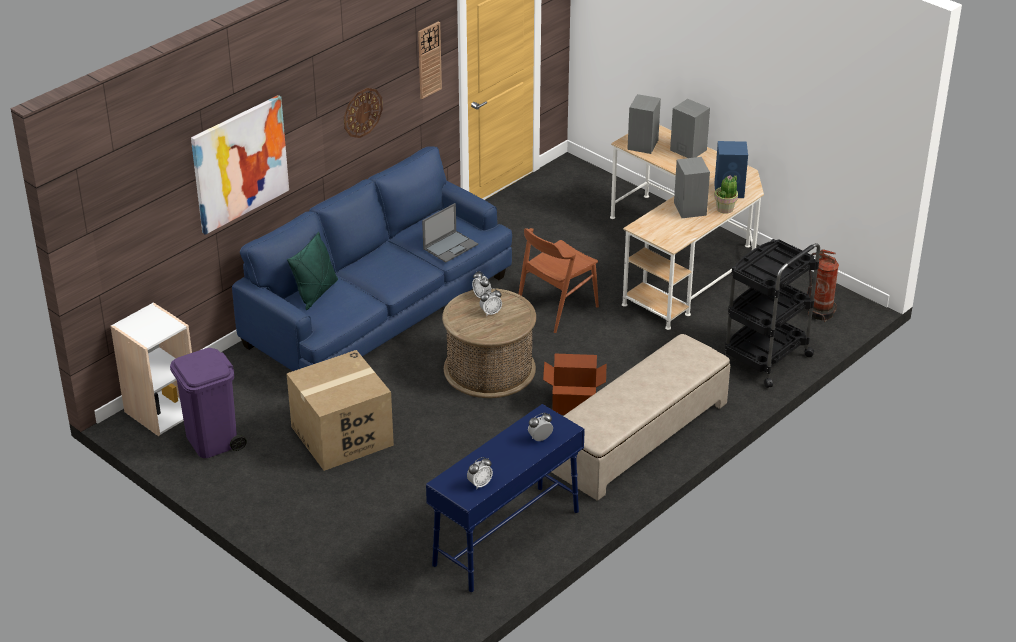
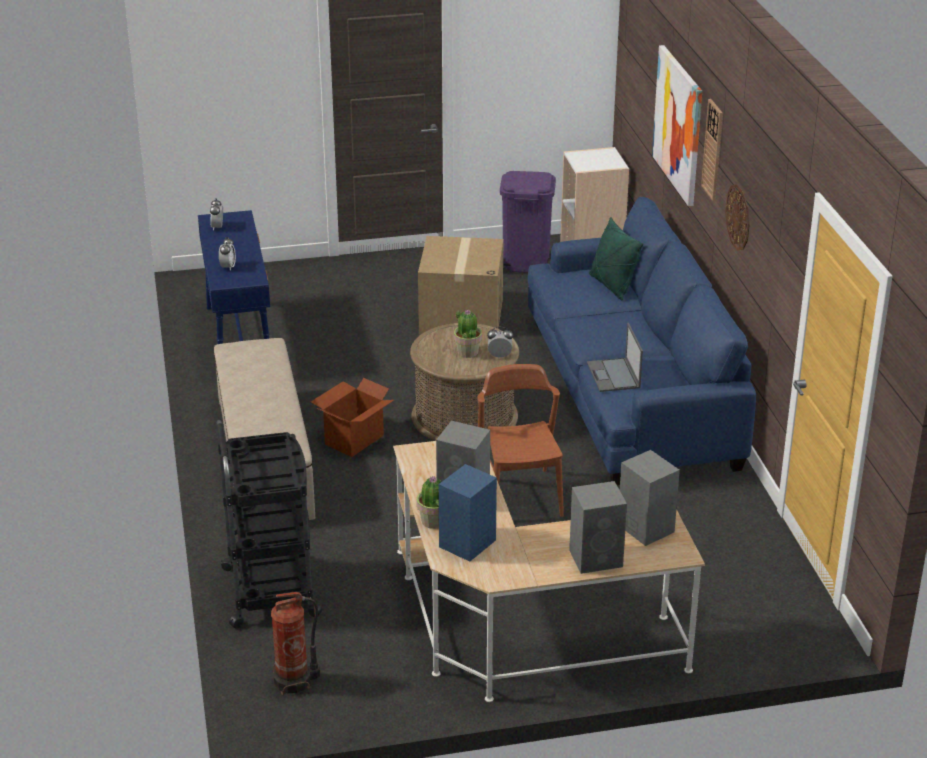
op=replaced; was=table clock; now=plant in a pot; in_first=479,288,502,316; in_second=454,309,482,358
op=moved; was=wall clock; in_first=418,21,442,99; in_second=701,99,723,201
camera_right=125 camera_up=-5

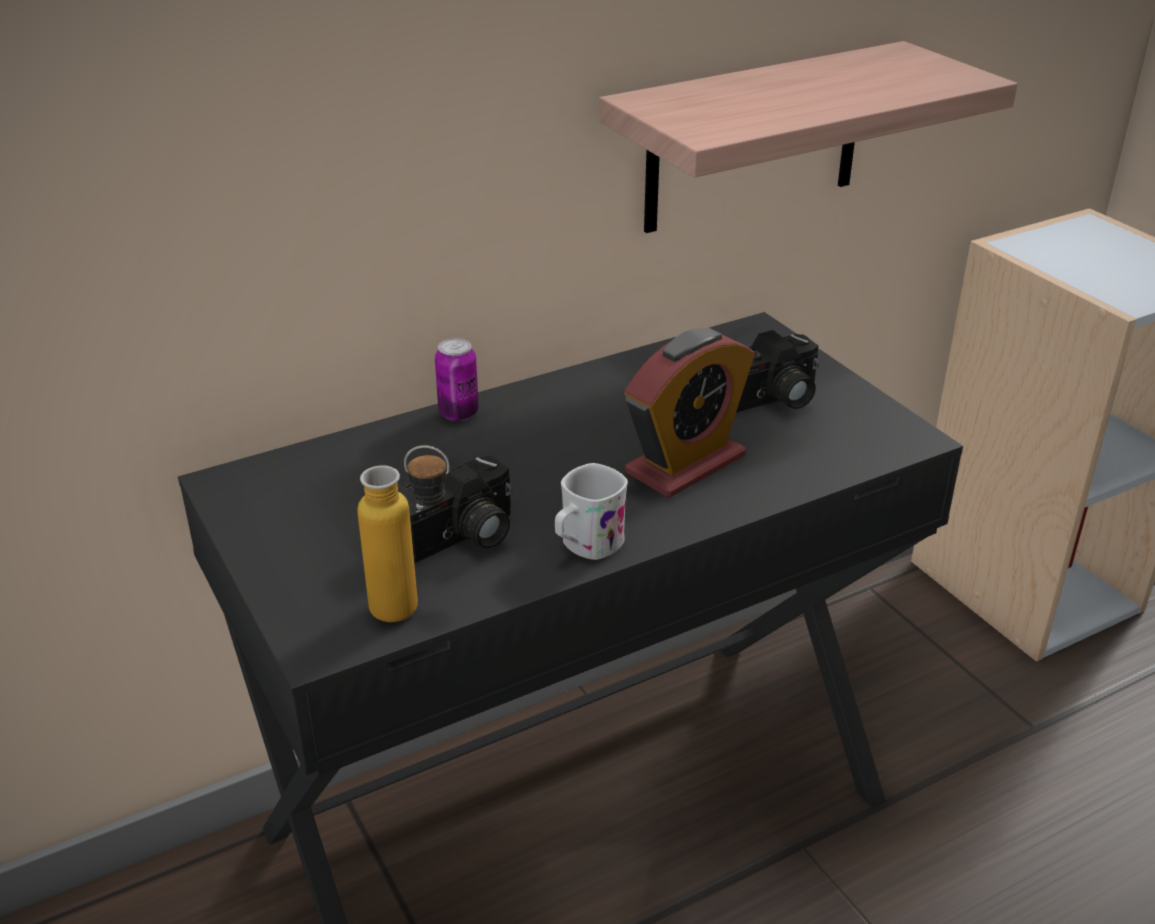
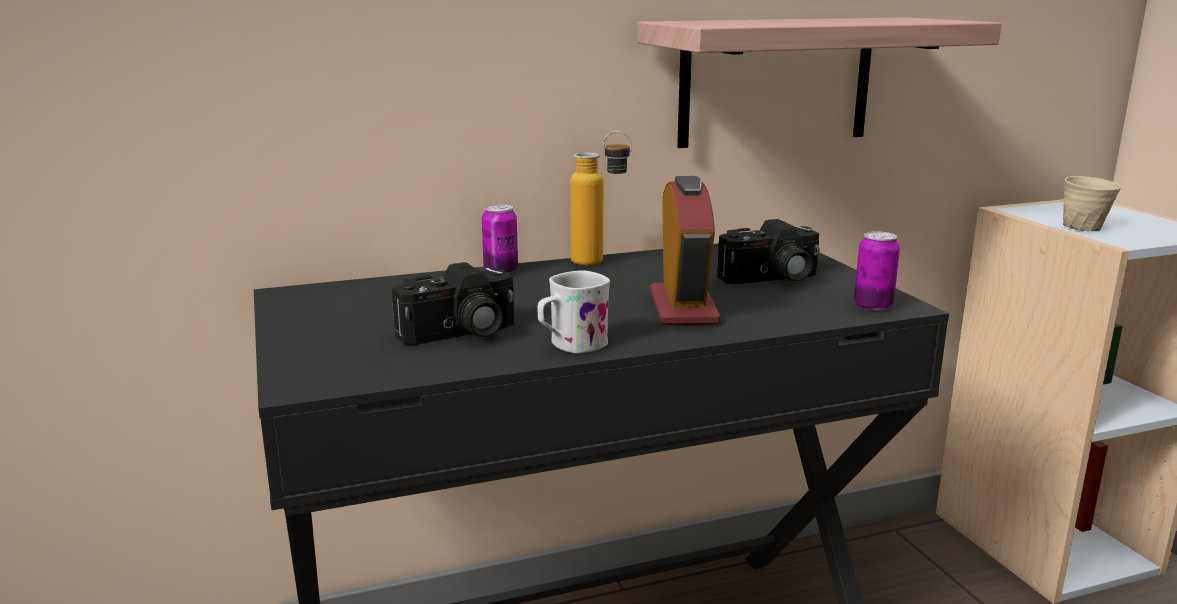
op=moved; was=beverage bottle; in_first=357,445,449,622; in_second=570,131,632,266
op=turned; was=table clock; in_first=624,328,755,498; in_second=650,176,721,325; clockwise=-60
op=added; now=metal can; in_second=854,231,900,311
op=added; now=beige-coloured mug; in_second=1063,176,1121,231
camera_right=10 camera_up=-15

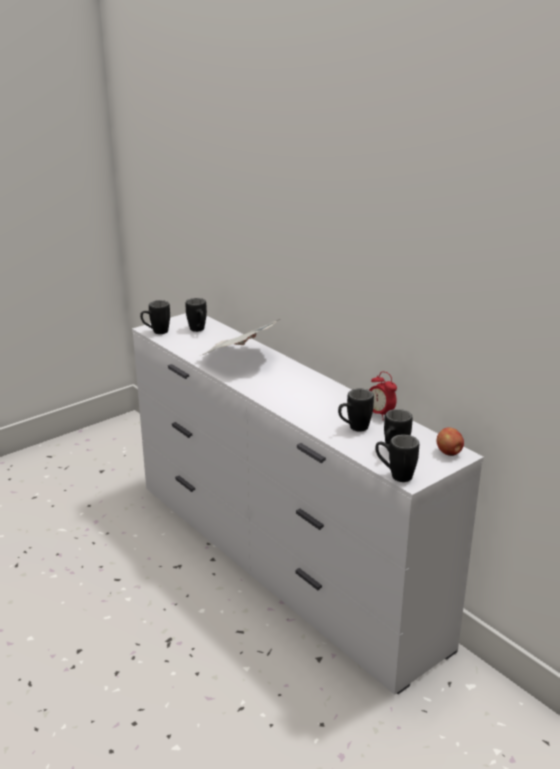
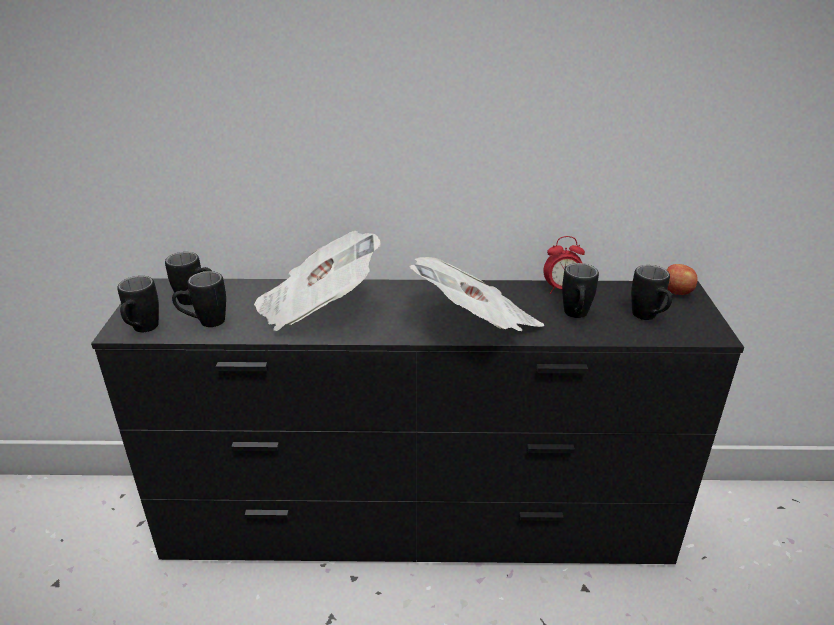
op=recoloured; was=white drawer chest; now=black-coloured drawer chest; in_first=132,313,484,695; in_second=91,278,744,564
op=moved; was=black-coloured mug; in_first=375,434,419,482; in_second=172,271,226,327
op=added; now=daily paper; in_second=409,257,544,331
camera_right=-50 camera_up=5

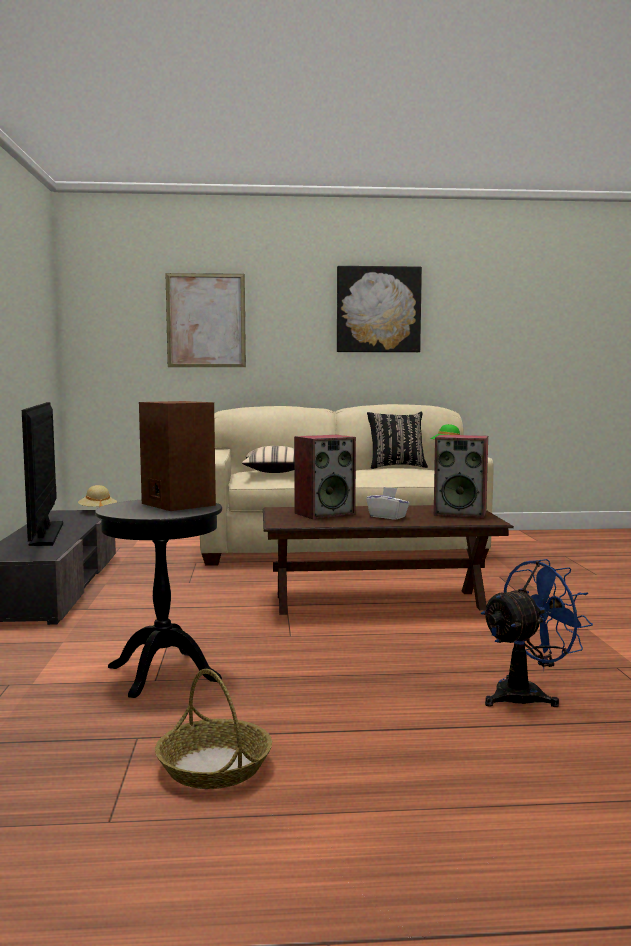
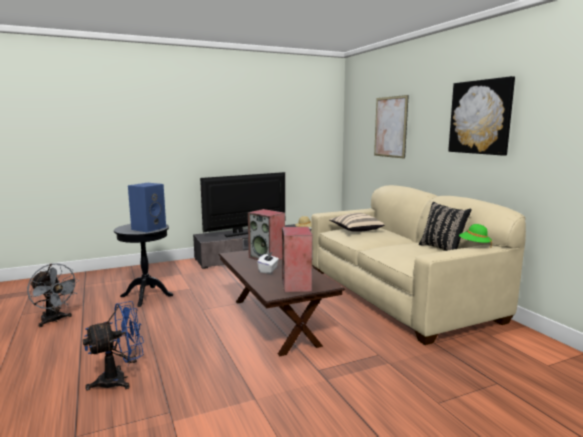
op=replaced; was=storage basket; now=gray electric fan; in_first=155,669,272,789; in_second=27,263,80,327
op=turned; was=blue-coloured electric fan; in_first=481,559,593,707; in_second=83,301,144,390; clockwise=-75
op=recoloured; was=brown-coloured loudspeaker; now=blue-coloured loudspeaker; in_first=139,401,216,511; in_second=128,183,166,232
camera_right=70 camera_up=5

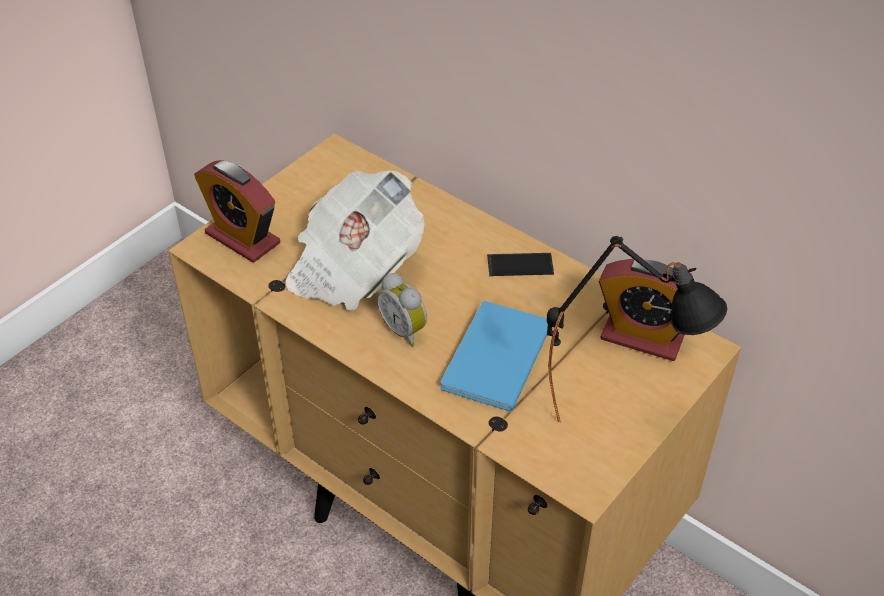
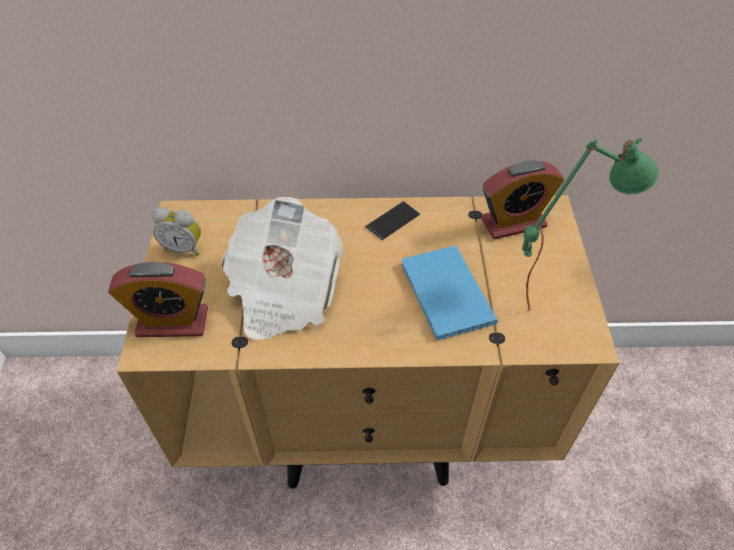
op=moved; was=table clock; in_first=377,273,427,347; in_second=152,207,201,255
op=recoloured; was=black-coloured table lamp; now=green table lamp; in_first=547,236,728,422; in_second=522,138,659,311
camera_right=-40 camera_up=5

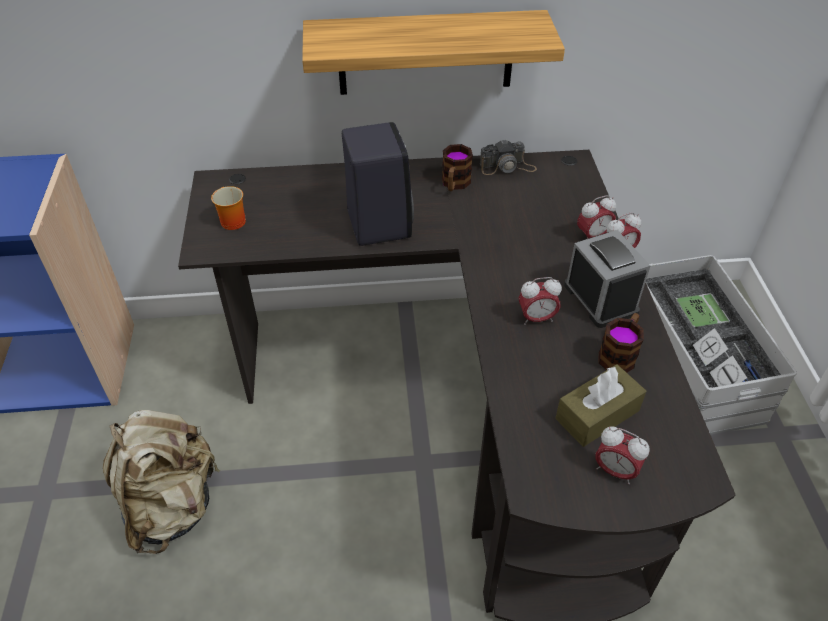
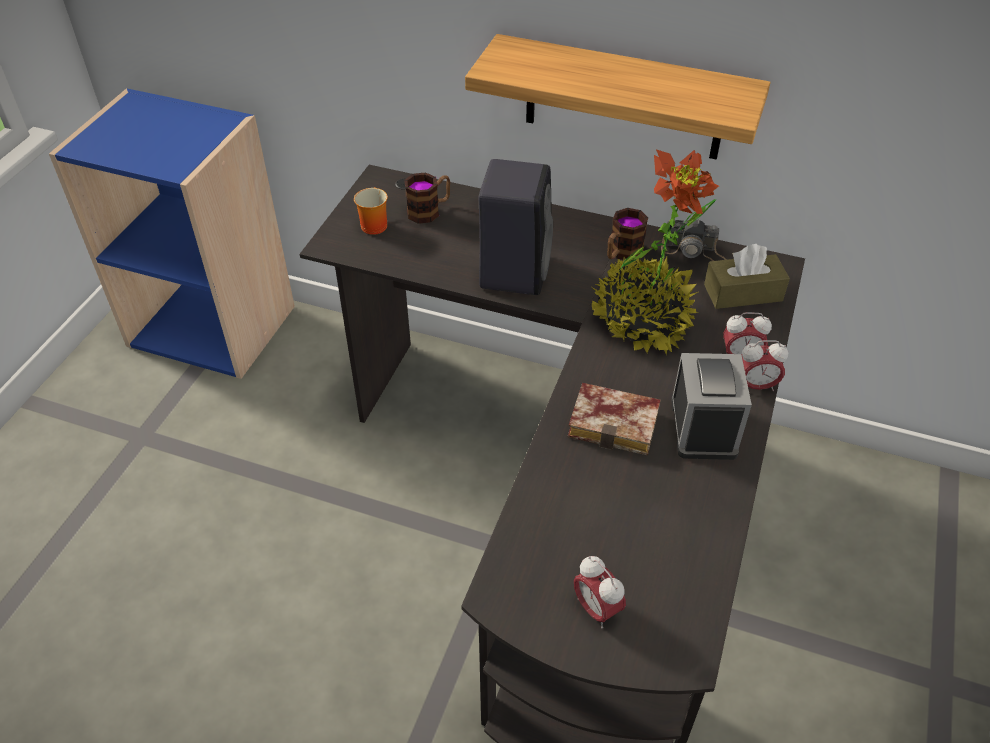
op=moved; was=mug; in_first=598,313,644,373; in_second=404,172,450,224
op=replaced; was=table clock; now=bound book; in_first=519,277,562,325; in_second=568,383,660,456
op=added; now=plant in a pot; in_second=592,150,719,355
op=moved; was=brown-coloured tissue holder; in_first=555,364,646,447; in_second=704,244,790,309
op=removed; was=beige-coloured knapsack; in_first=103,410,220,554
op=removed; was=gray storage box; in_first=646,255,797,435
camera_right=25 camera_up=0

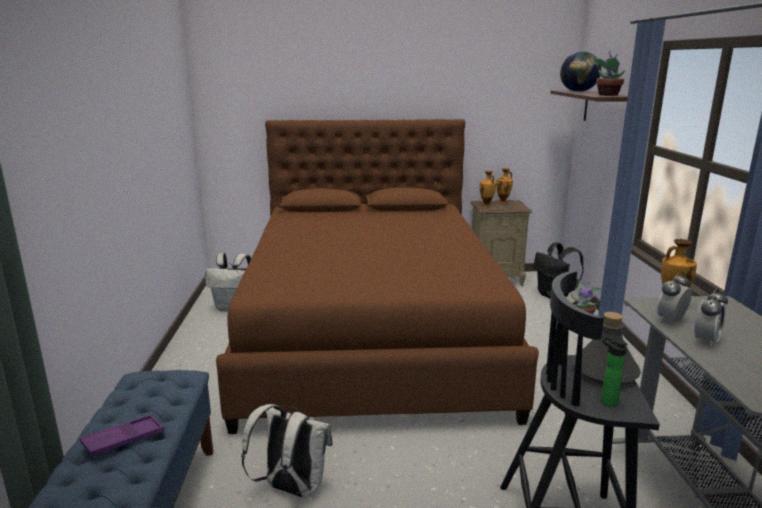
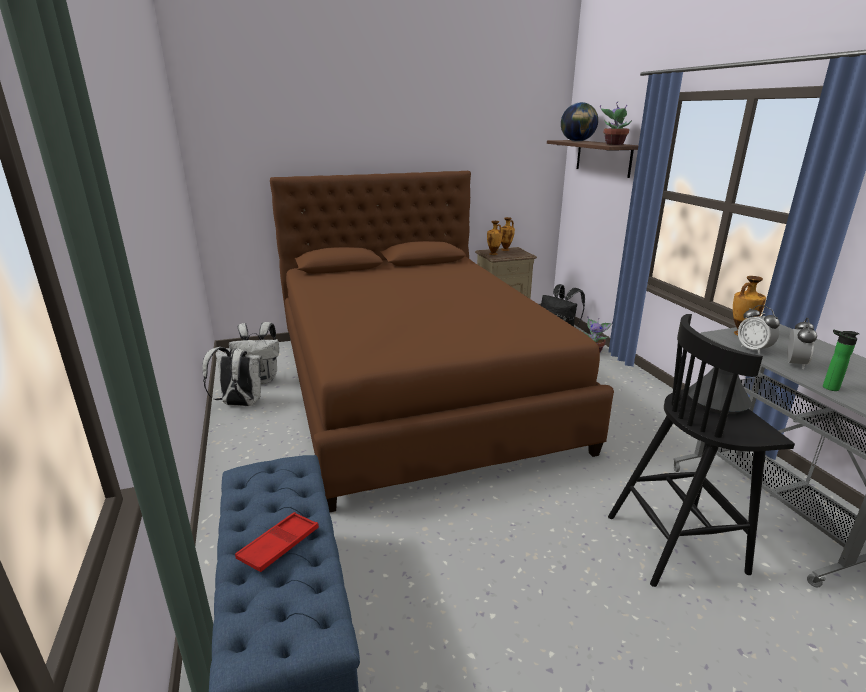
op=moved; was=white knapsack; in_first=241,404,333,498; in_second=202,347,265,406
op=recoloured; was=purple-coloured serving tray; now=red-coloured serving tray; in_first=80,415,164,457; in_second=235,512,319,572
op=turned; was=table clock; in_first=657,272,692,323; in_second=738,305,780,354; clockwise=-60
op=moved; was=beverage bottle; in_first=601,337,628,407; in_second=823,330,860,391
camera_right=-15 camera_up=5

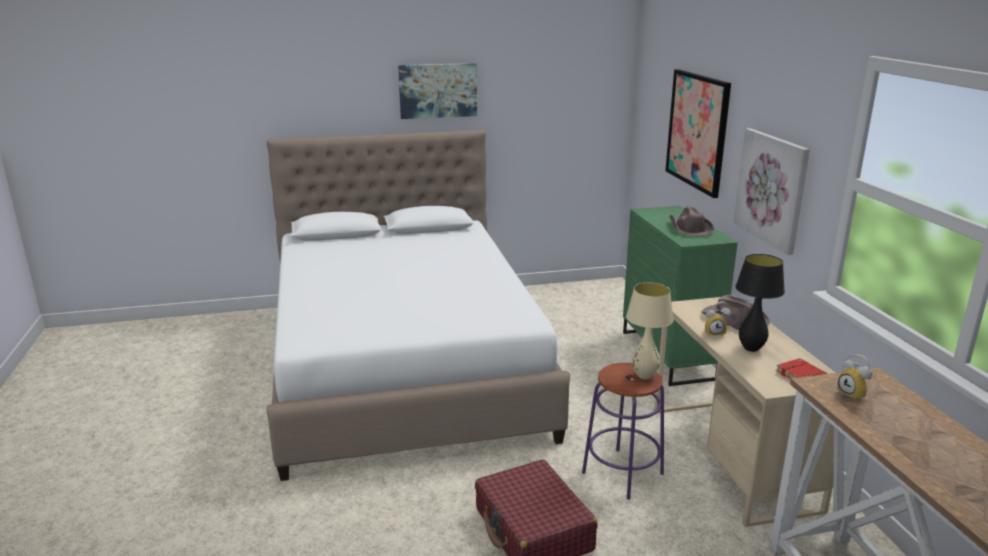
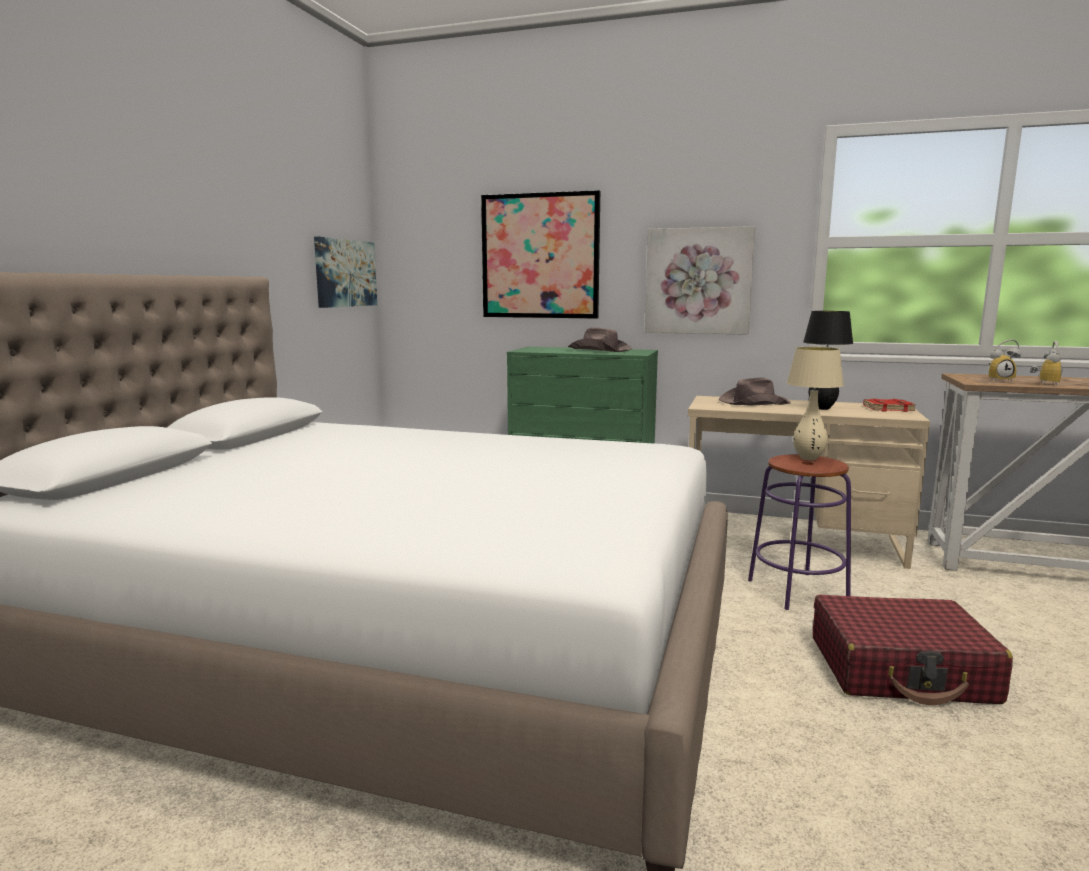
op=moved; was=picture; in_first=398,63,477,119; in_second=314,237,377,308
op=moved; was=table clock; in_first=705,301,731,337; in_second=1031,341,1062,386
camera_right=-60 camera_up=-10

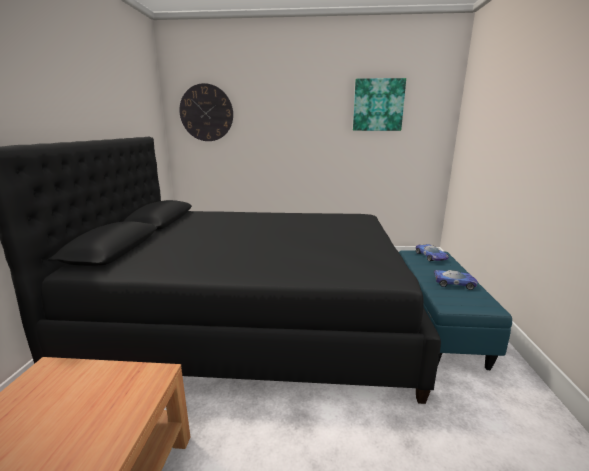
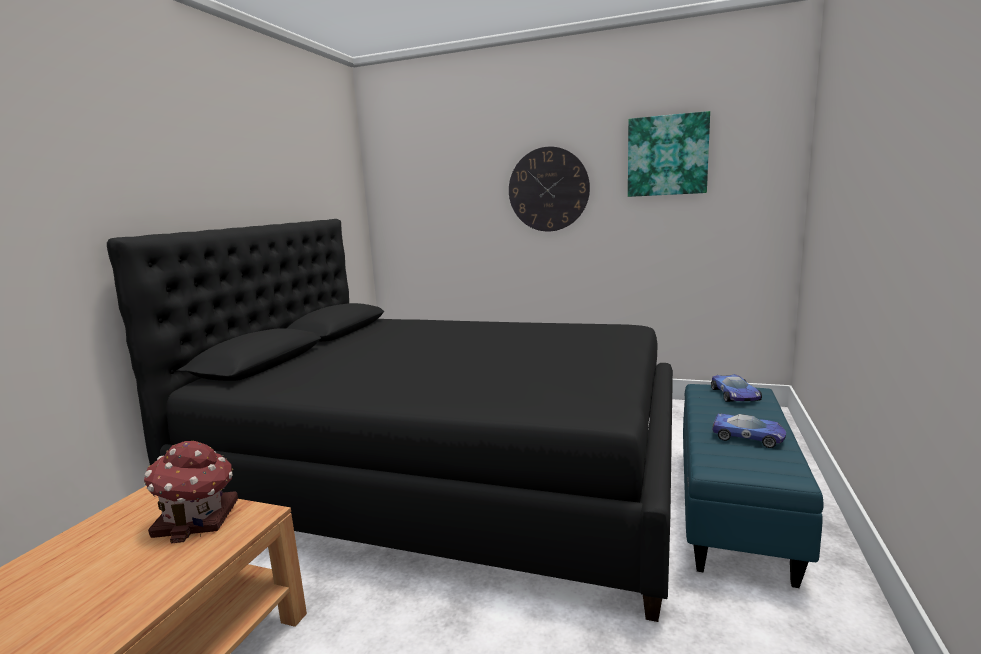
op=added; now=toy house; in_second=144,441,238,543
op=moved; was=wall clock; in_first=179,83,233,141; in_second=509,147,590,232
camera_right=15 camera_up=-5

